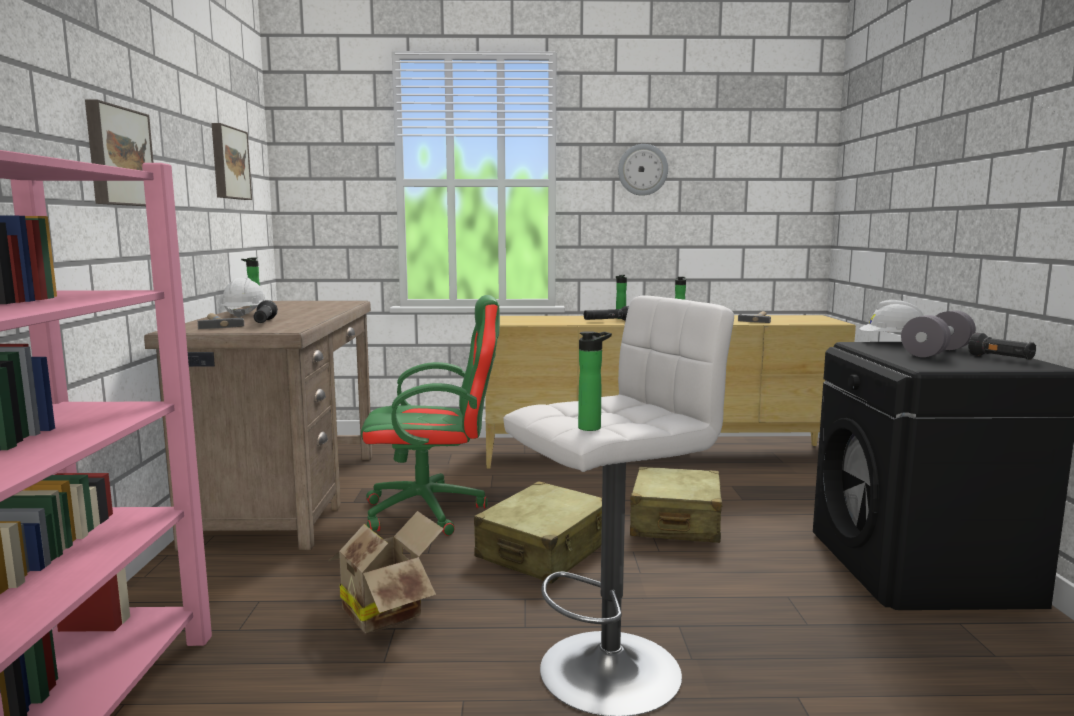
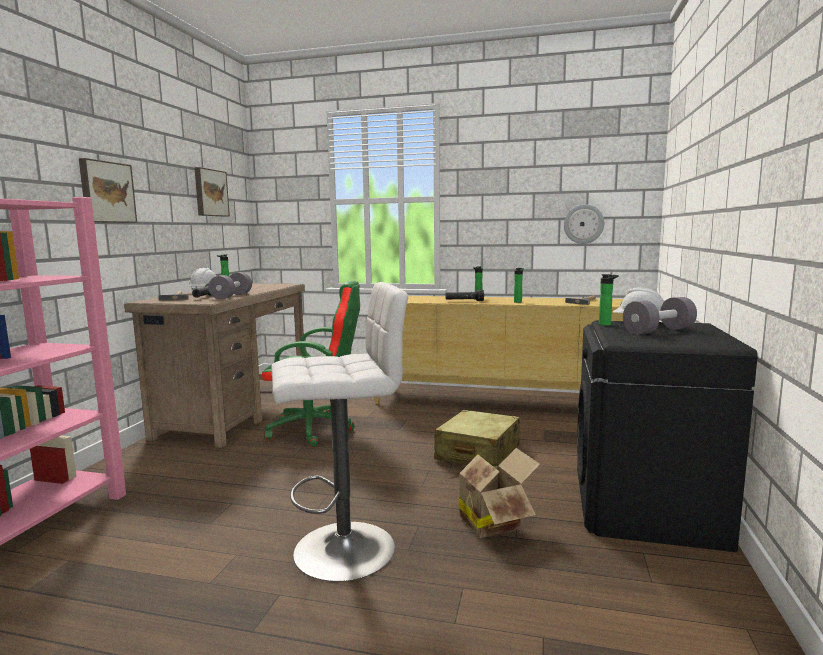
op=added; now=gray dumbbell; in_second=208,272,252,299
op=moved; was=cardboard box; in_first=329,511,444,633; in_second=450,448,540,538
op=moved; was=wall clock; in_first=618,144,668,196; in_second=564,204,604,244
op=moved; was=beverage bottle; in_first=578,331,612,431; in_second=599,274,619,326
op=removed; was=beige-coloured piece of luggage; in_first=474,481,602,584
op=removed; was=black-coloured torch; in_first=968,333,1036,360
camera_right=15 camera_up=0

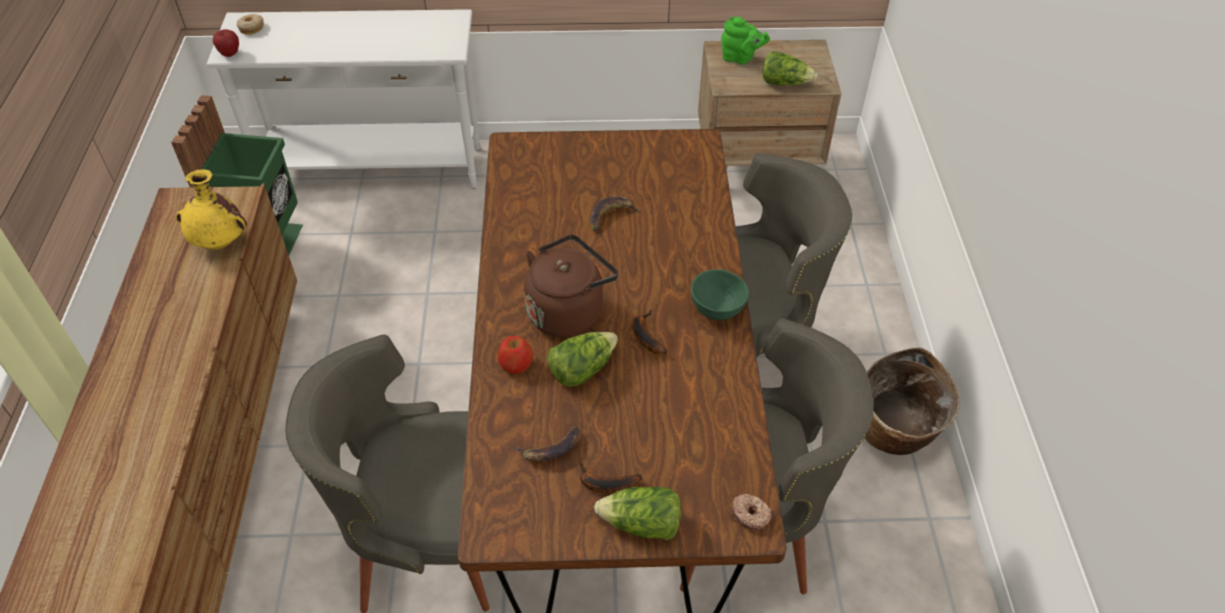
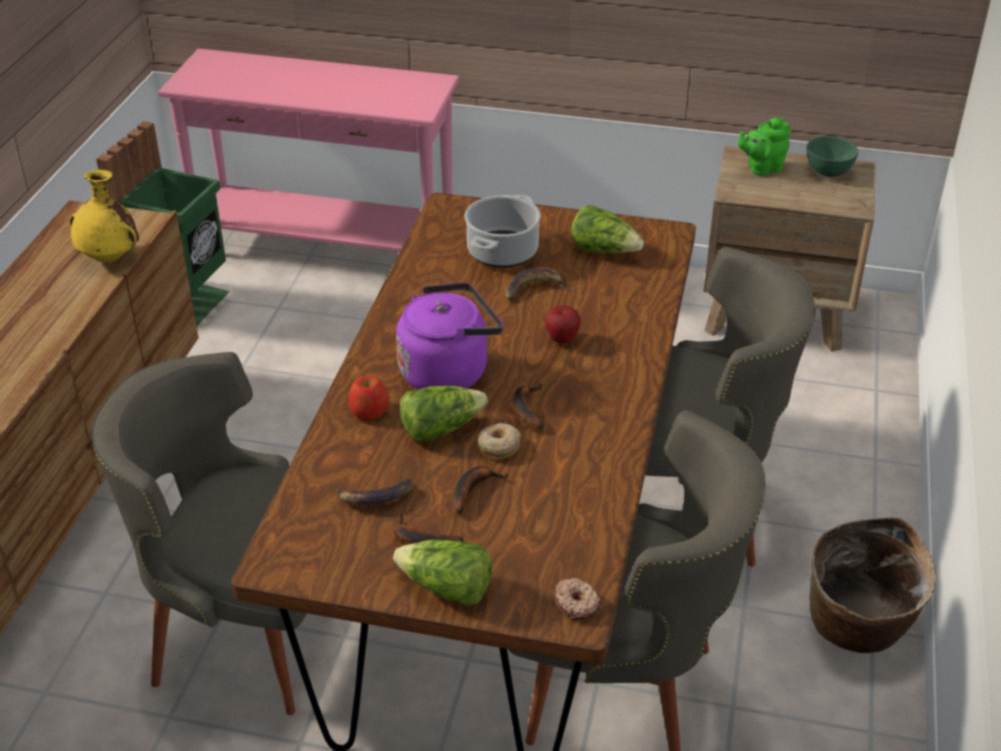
op=recoloured; was=white console table; now=pink-coloured console table; in_first=206,9,480,189; in_second=158,48,459,252
op=recoloured; was=brown-coloured water kettle; now=purple-coloured water kettle; in_first=524,234,618,337; in_second=396,283,503,389
op=added; now=whole banana; in_second=452,466,509,514
op=added; now=saucepot; in_second=465,195,541,268
op=moved; was=doughnut; in_first=237,14,264,35; in_second=478,423,521,460
op=moved; was=apple; in_first=213,29,239,57; in_second=545,305,581,344
op=moved; was=lettuce head; in_first=762,51,818,85; in_second=571,205,644,253
op=turned; was=green teapot; in_first=721,16,770,65; in_second=738,117,791,176; clockwise=120
op=moved; was=green serving bowl; in_first=691,270,749,320; in_second=807,136,858,177
camera_right=15 camera_up=-10

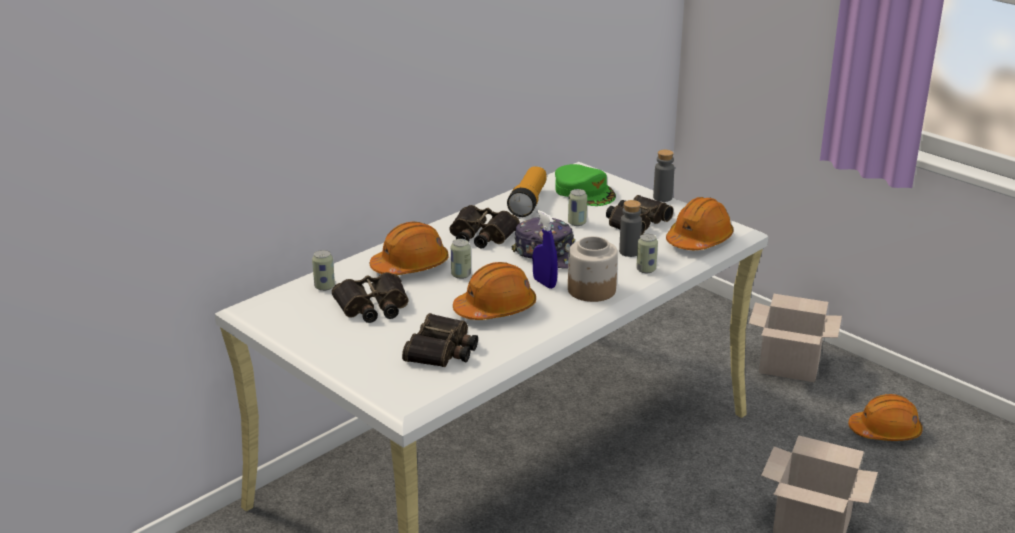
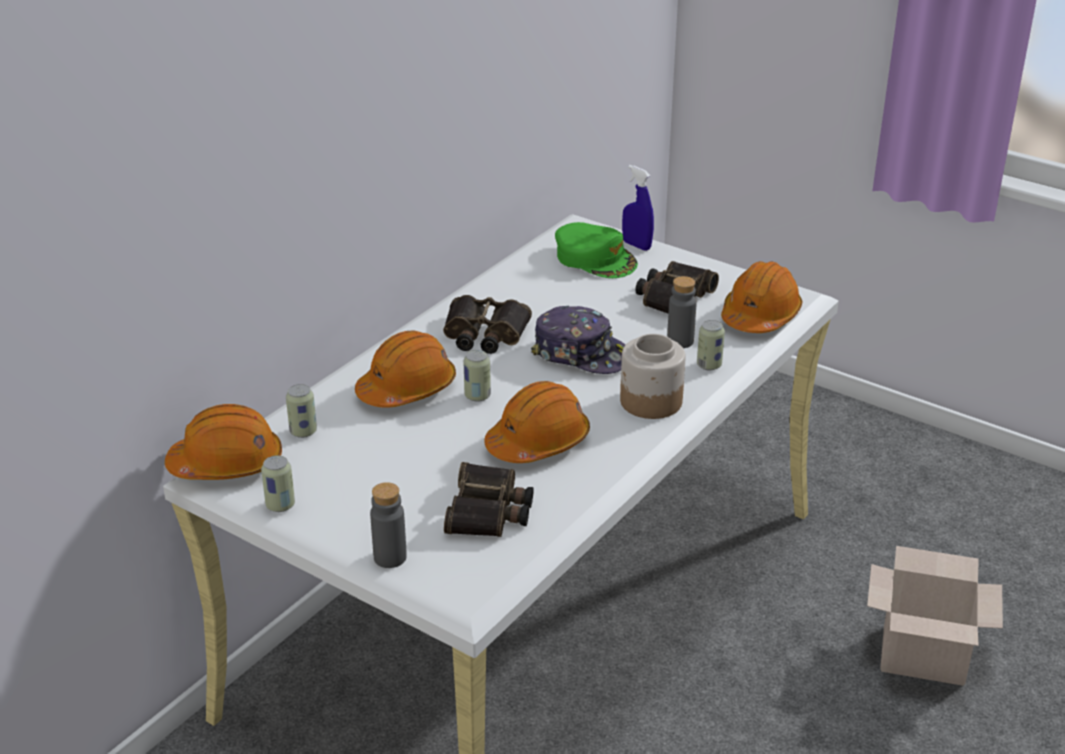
op=moved; was=orange hard hat; in_first=848,394,923,441; in_second=165,404,282,480
op=moved; was=metal can; in_first=568,189,587,226; in_second=261,455,295,512
op=moved; was=gray beverage bottle; in_first=653,150,675,202; in_second=370,482,407,568
op=moved; was=blue-coloured sprayer; in_first=533,210,558,289; in_second=622,165,654,251
op=removed; was=pair of binoculars; in_first=332,272,409,323
op=removed; was=torch; in_first=507,166,547,217
op=removed; was=cardboard box; in_first=749,294,842,382
camera_right=-10 camera_up=5

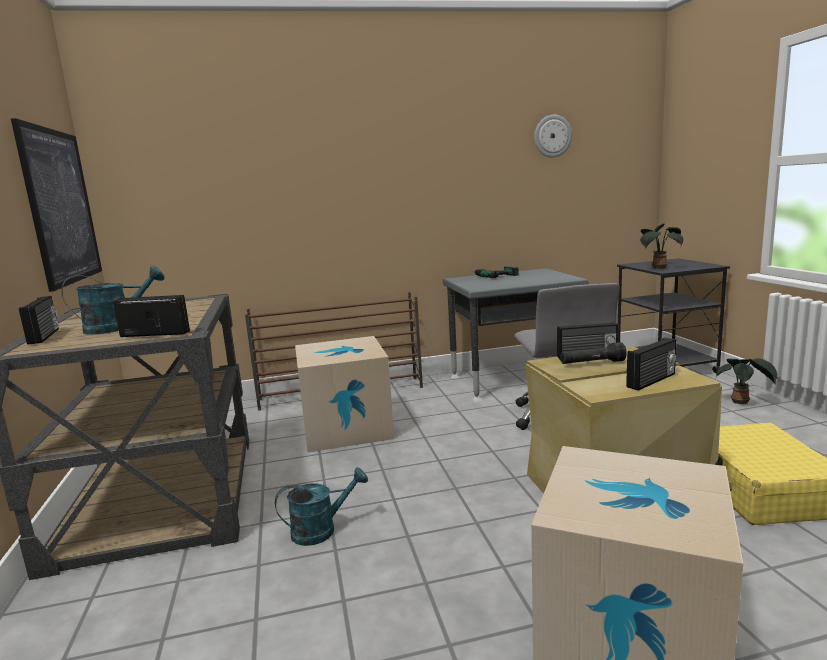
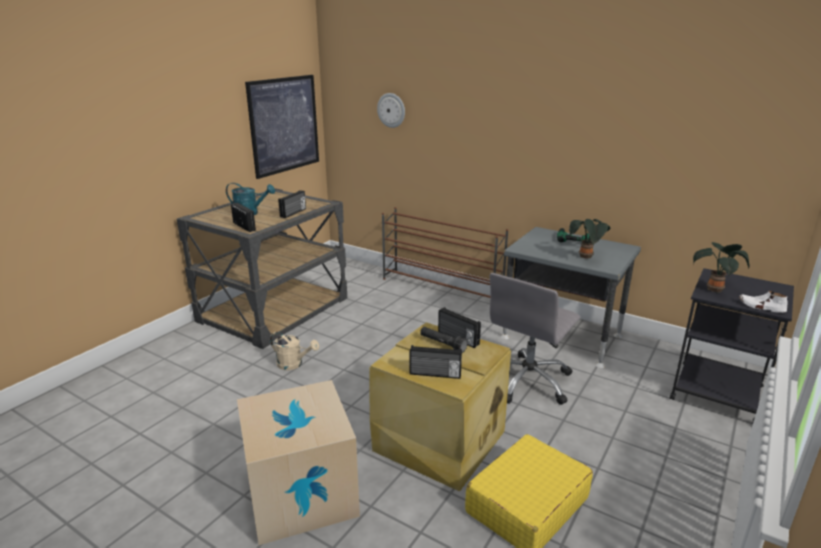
op=recoloured; was=blue-green watering can; now=beige-coloured watering can; in_first=275,467,368,546; in_second=270,332,320,370
op=moved; was=radio set; in_first=19,296,59,345; in_second=278,190,306,218
op=moved; was=wall clock; in_first=534,115,572,158; in_second=377,93,405,128
op=moved; was=plant in a pot; in_first=716,358,777,404; in_second=569,219,610,259
op=added; now=white shoe; in_second=739,291,788,313
op=removed; was=cardboard box; in_first=295,336,395,453
camera_right=45 camera_up=10

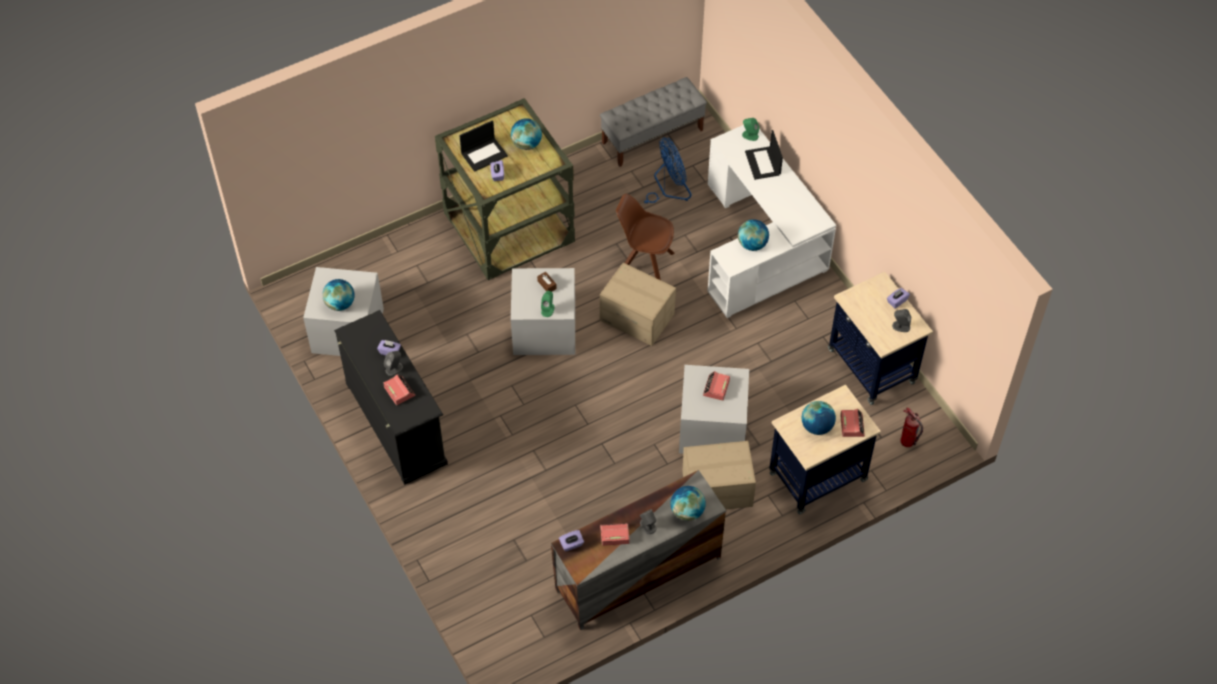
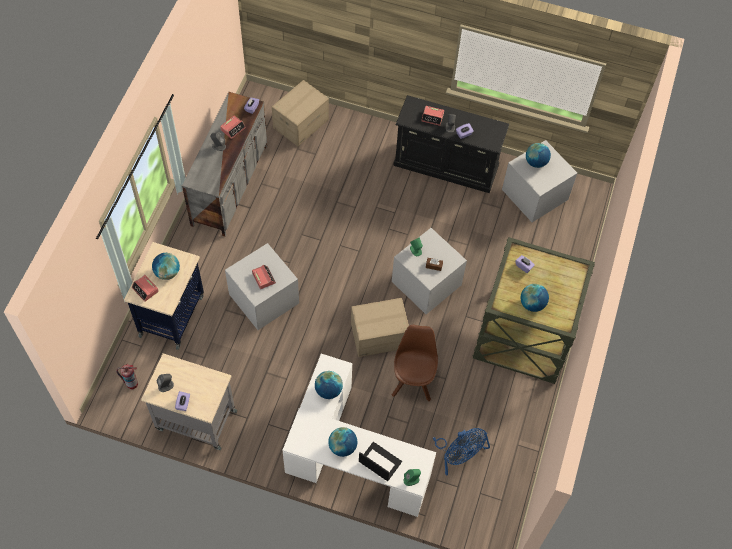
op=recoloured; was=blue-coloured wheeled cart; now=gray wheeled cart; in_first=828,271,933,405; in_second=141,353,237,450
op=moved; was=cardboard box; in_first=682,441,756,509; in_second=272,80,329,146
op=moved; was=globe; in_first=671,486,706,521; in_second=328,427,357,457
op=turned; was=brown-coloured plain chair; in_first=616,194,675,280; in_second=392,325,438,401; clockwise=-60
op=turned; was=blue-coloured electric fan; in_first=643,137,692,203; in_second=433,428,490,475; clockwise=-60
op=removed; was=laptop; in_first=459,120,508,172
op=removed; was=gray bench; in_first=600,77,707,167
camera_right=135 camera_up=5

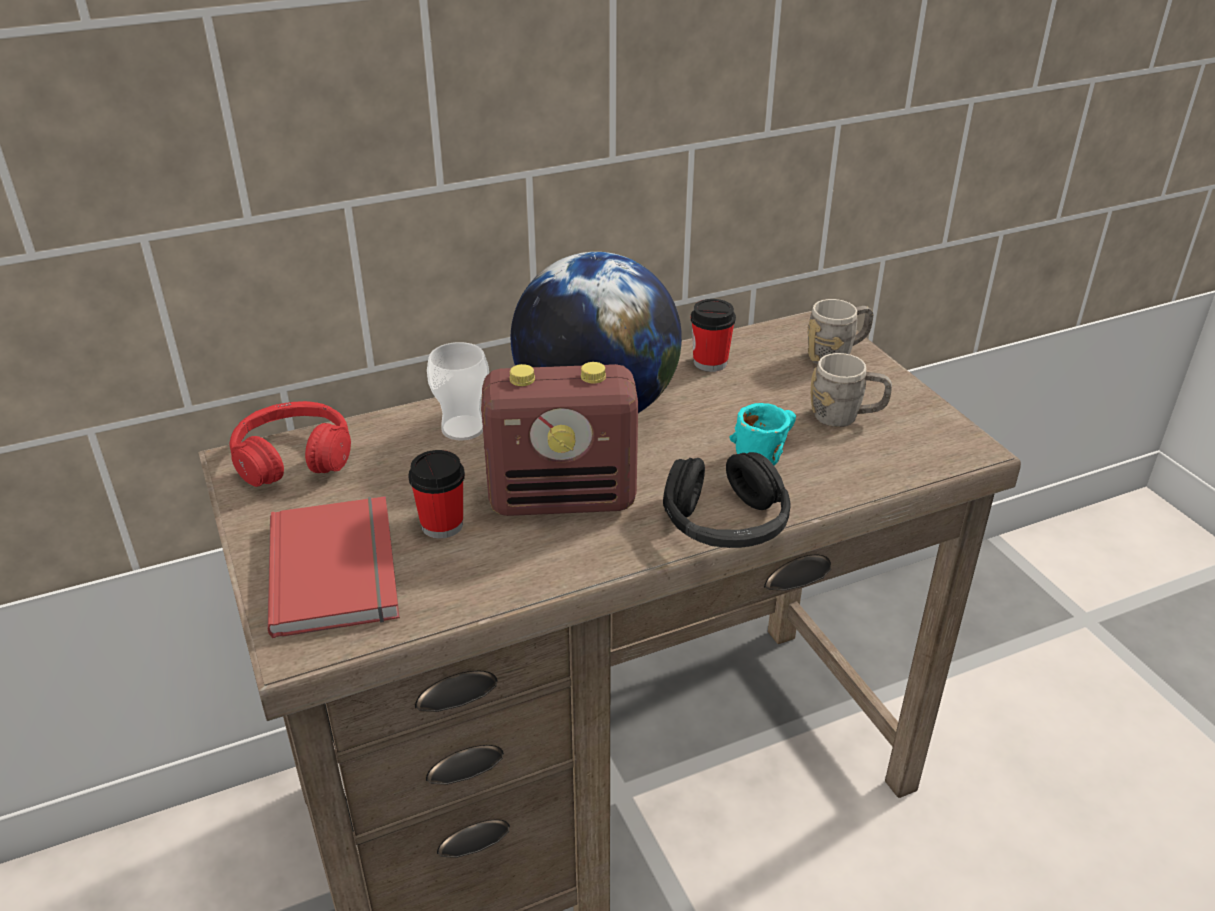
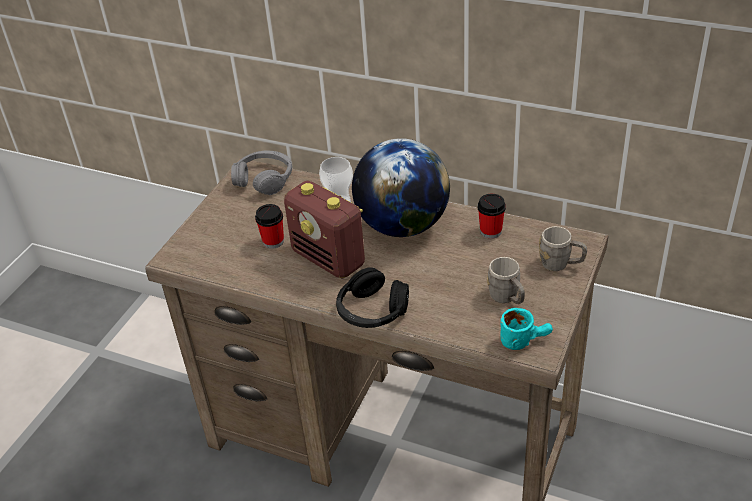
op=recoloured; was=red-coloured headset; now=gray headset; in_first=230,401,351,487; in_second=231,150,292,195
op=moved; was=blue-green mug; in_first=730,403,796,465; in_second=500,308,553,350
op=removed; was=red-coloured bound book; in_first=267,496,400,638
camera_right=50 camera_up=5

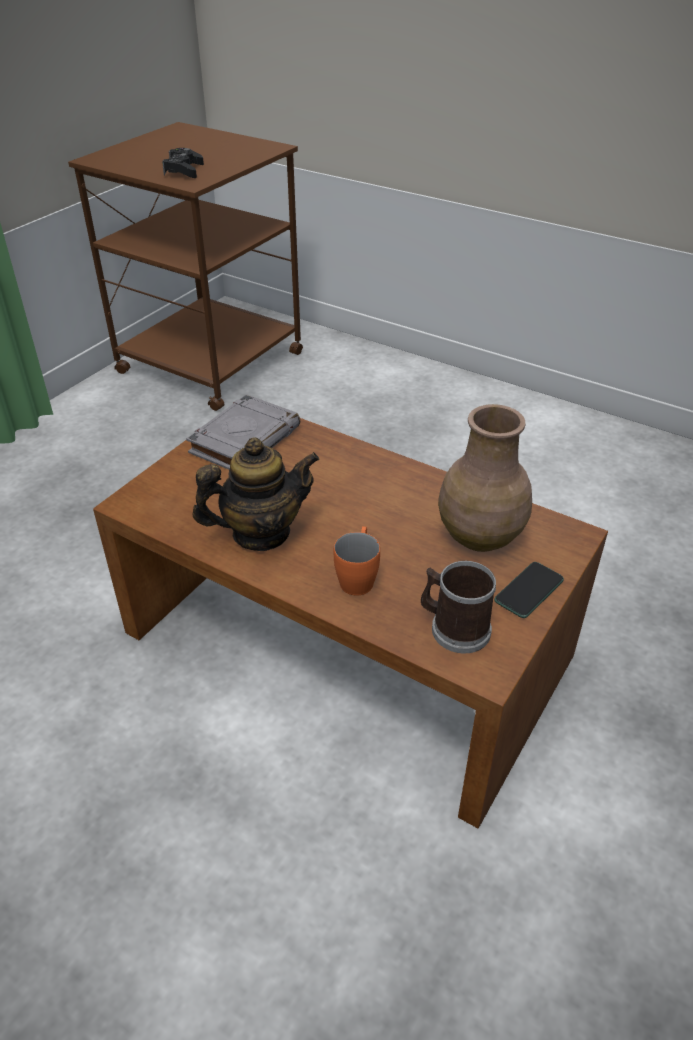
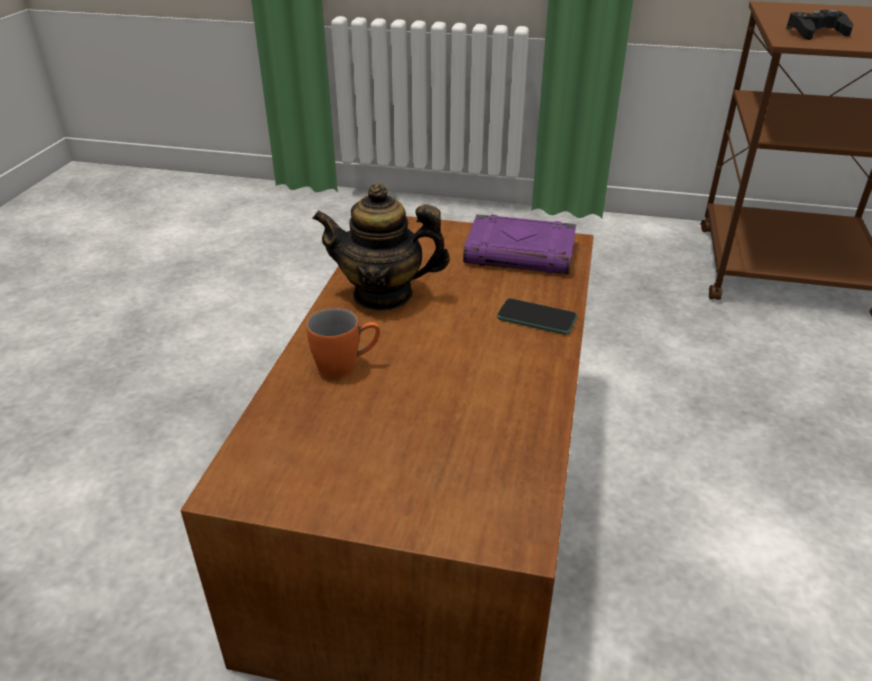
op=turned; was=teapot; in_first=193,437,319,551; in_second=312,183,450,311; clockwise=135
op=recoloured; was=gray bound book; now=purple-coloured bound book; in_first=186,394,300,470; in_second=463,214,576,274
op=moved; was=phone; in_first=494,562,564,618; in_second=497,298,577,334
op=removed; was=mug; in_first=421,561,496,654
op=removed; was=brown-coloured vase; in_first=438,404,532,552
camera_right=70 camera_up=-5

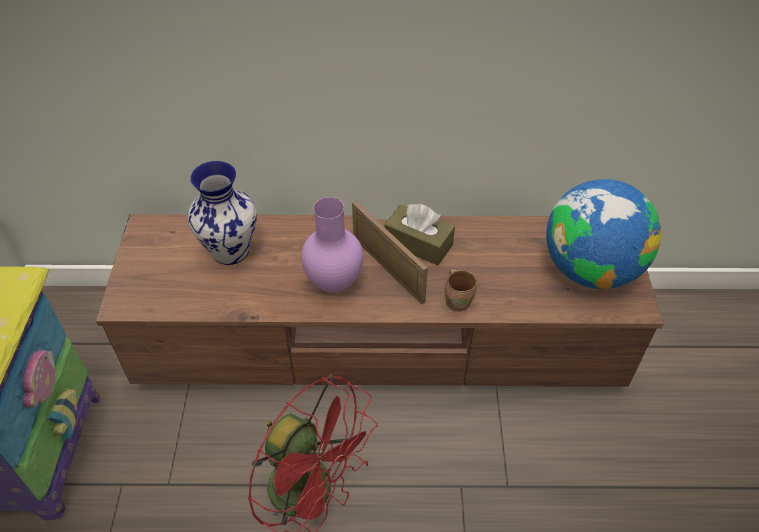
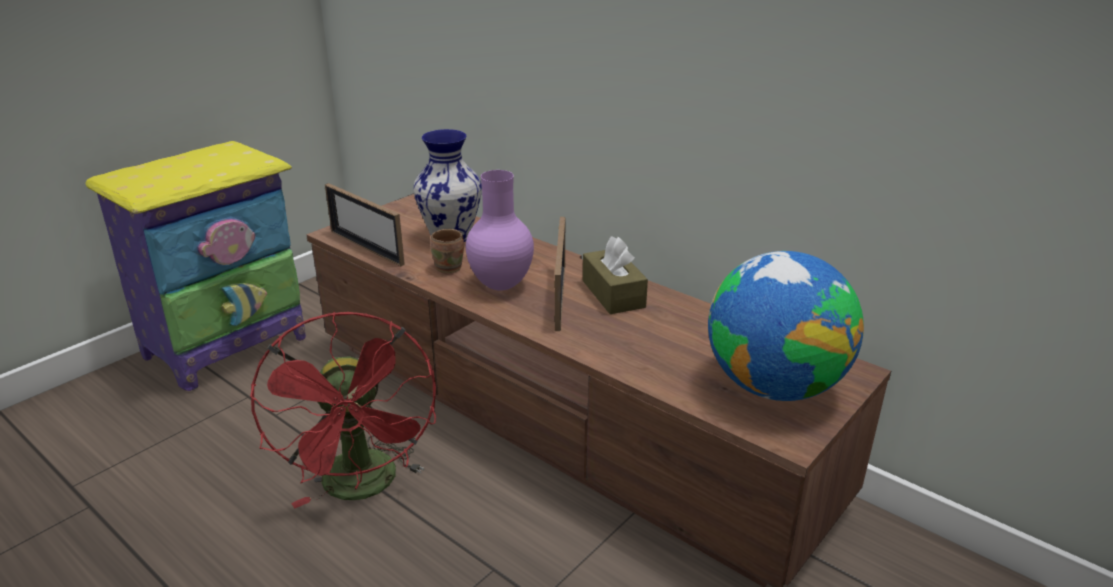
op=added; now=photo frame; in_second=325,183,405,266
op=moved; was=brown-coloured mug; in_first=445,269,477,312; in_second=430,229,464,273
camera_right=40 camera_up=-20

